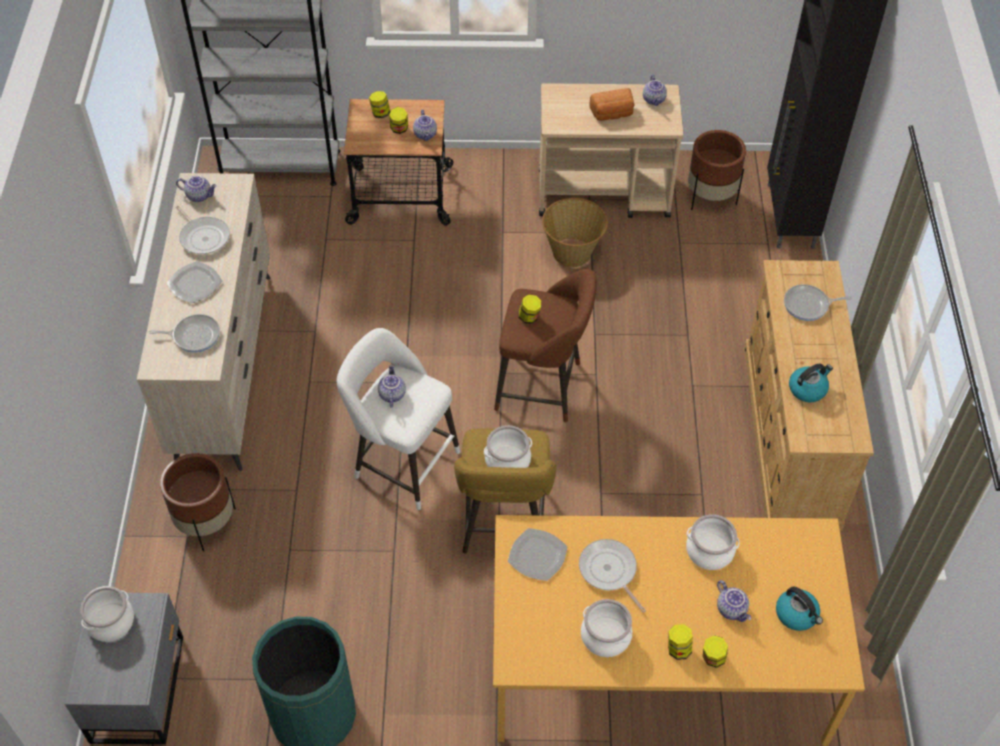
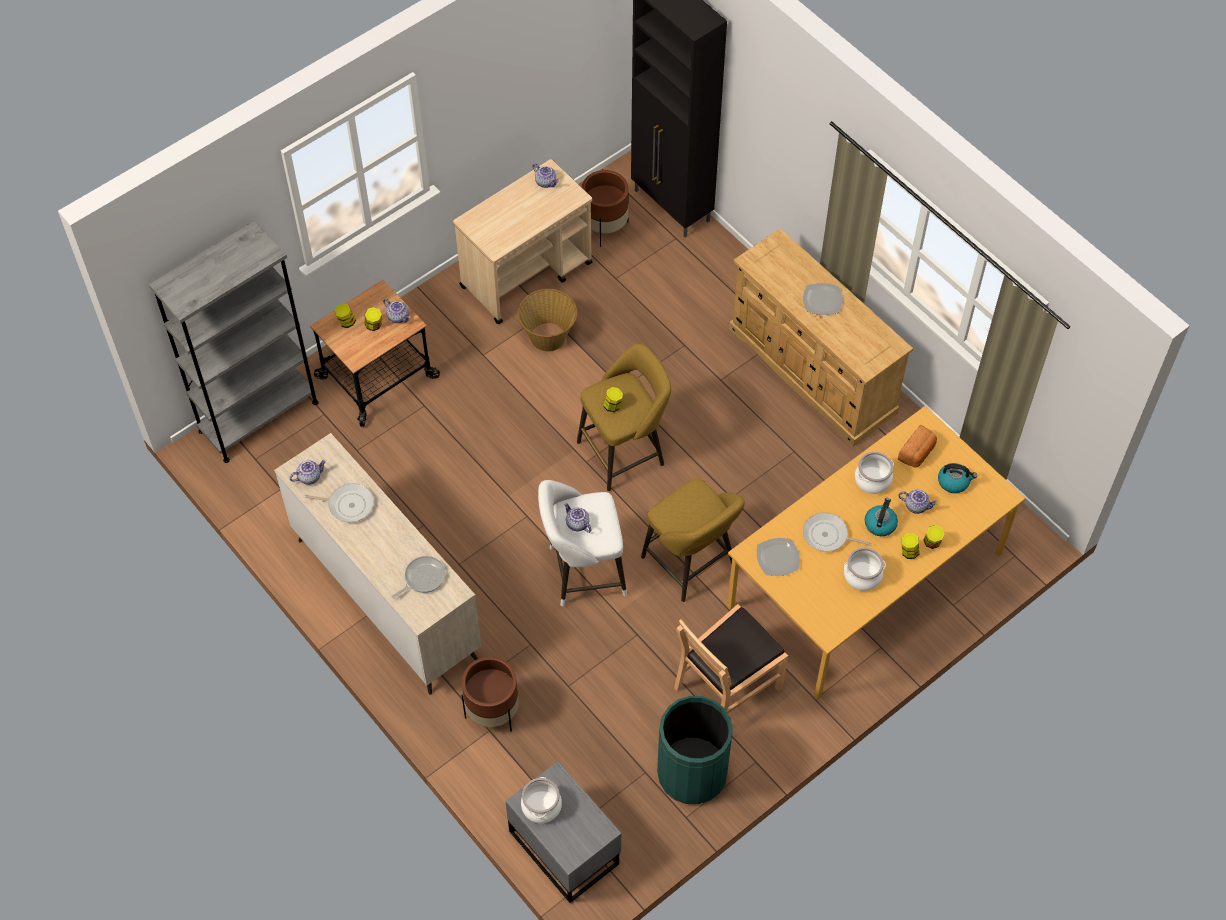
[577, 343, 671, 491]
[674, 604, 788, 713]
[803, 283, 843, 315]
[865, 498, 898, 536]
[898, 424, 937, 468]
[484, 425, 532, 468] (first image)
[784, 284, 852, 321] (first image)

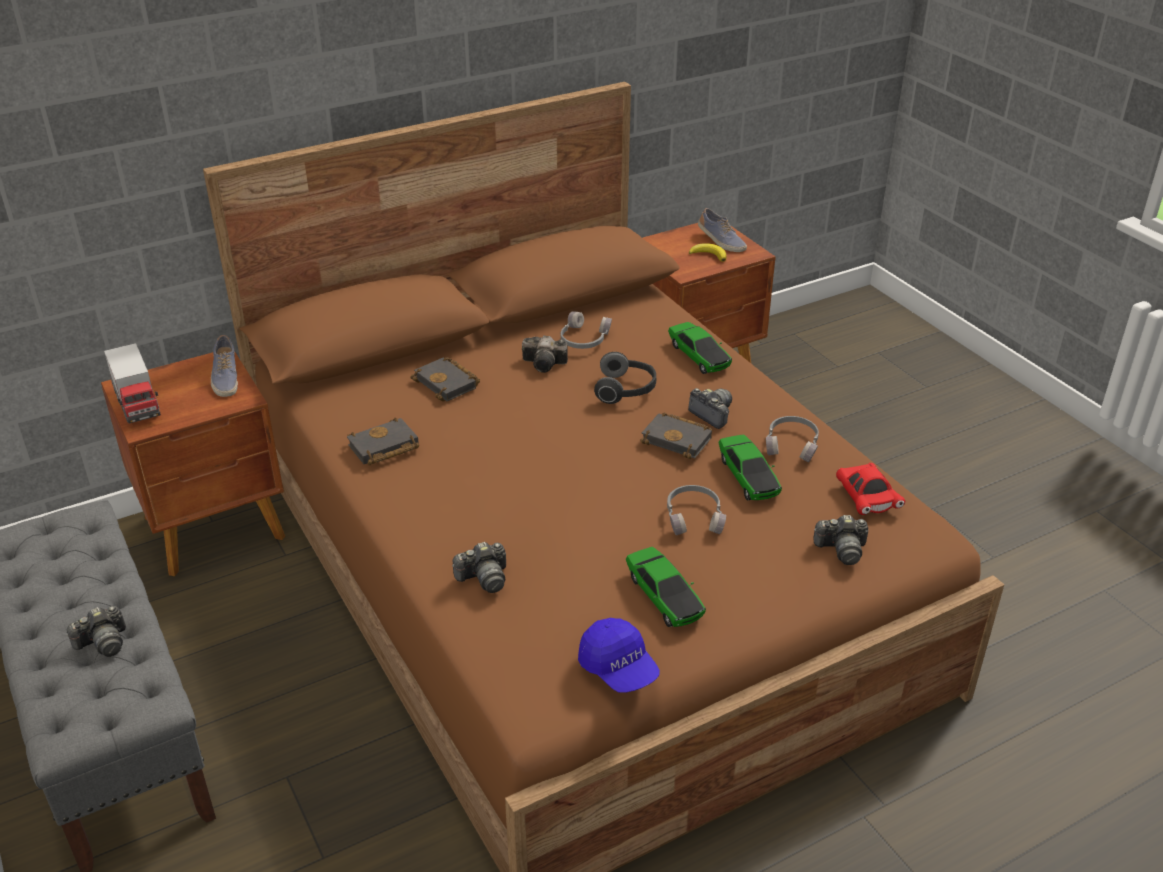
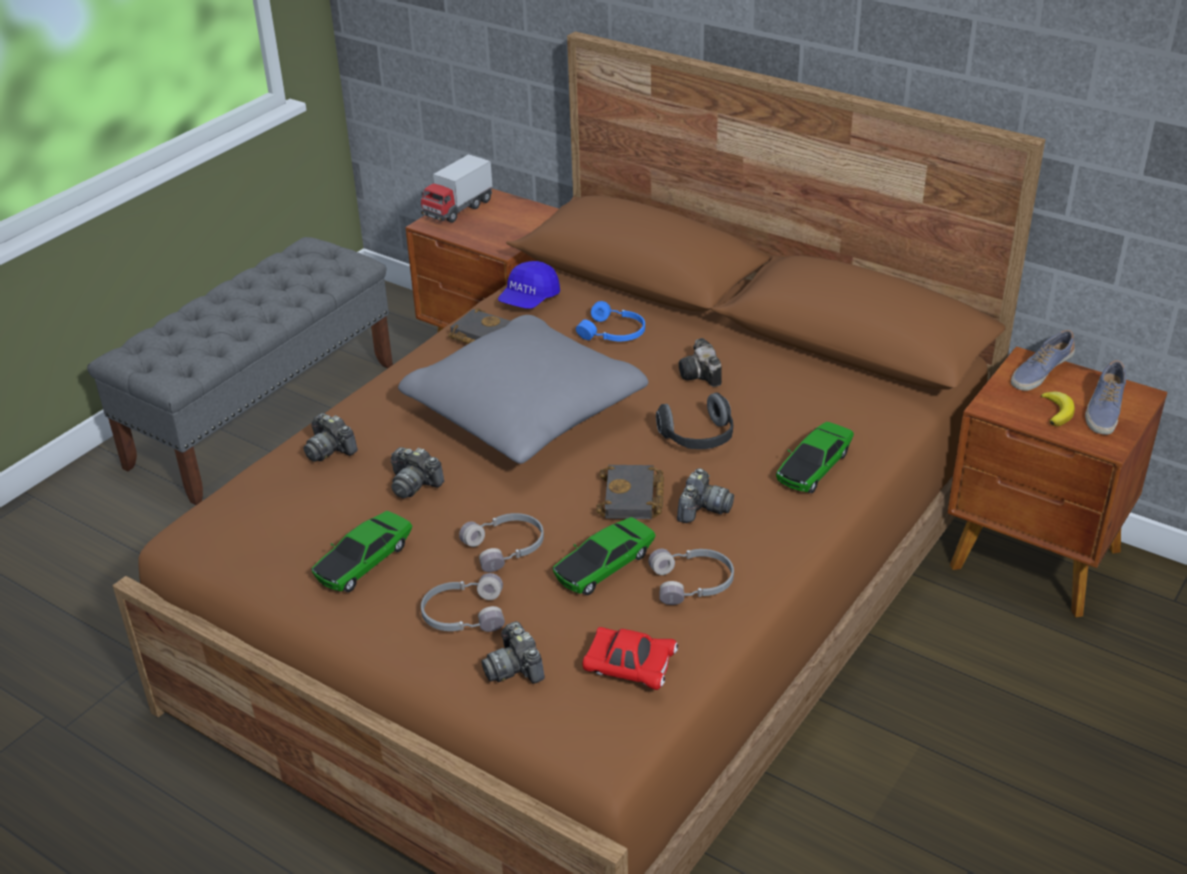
[391, 447, 444, 498]
[398, 315, 648, 464]
[421, 573, 505, 632]
[498, 261, 560, 309]
[576, 301, 645, 341]
[583, 627, 678, 690]
[1011, 330, 1075, 391]

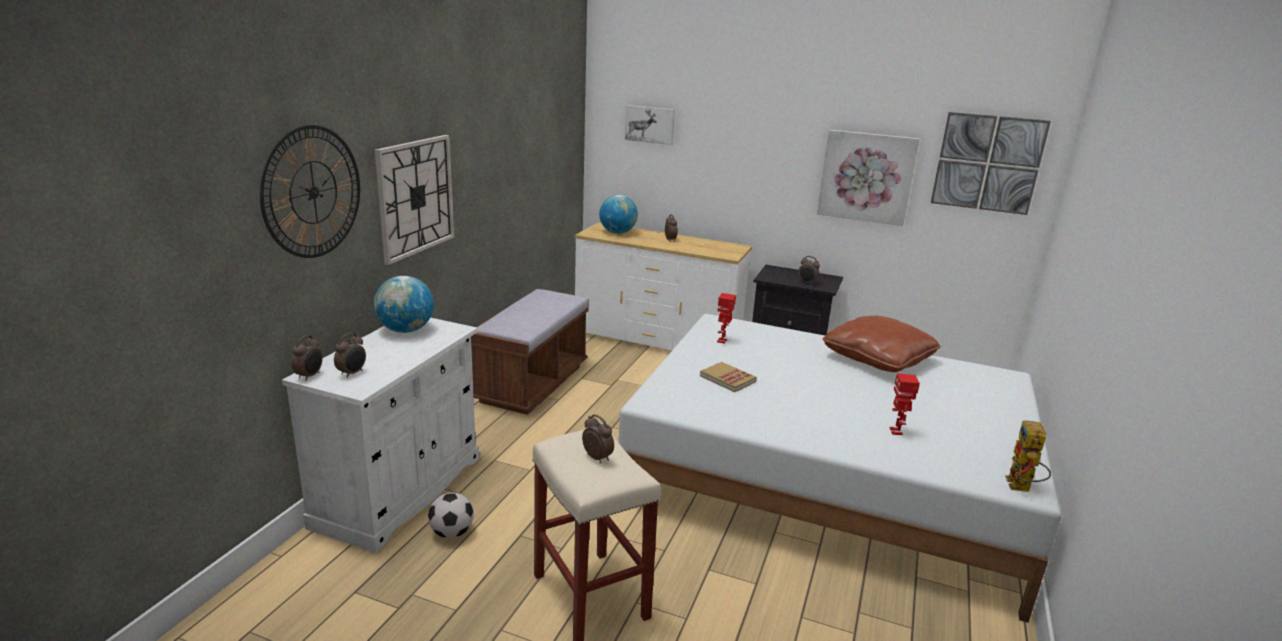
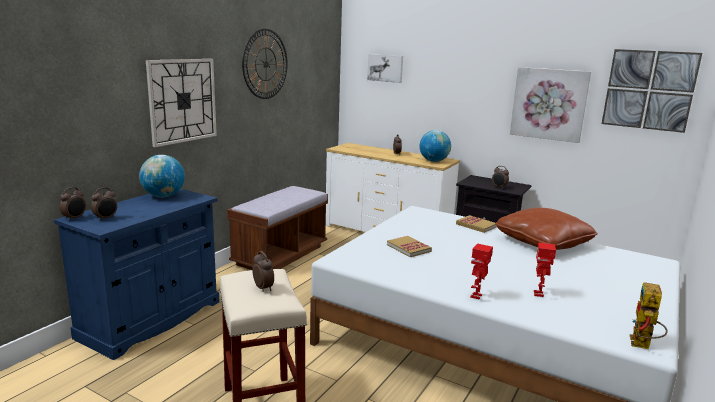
[54, 189, 220, 360]
[242, 29, 288, 99]
[420, 130, 451, 162]
[456, 215, 497, 233]
[470, 243, 493, 299]
[428, 493, 474, 538] (first image)

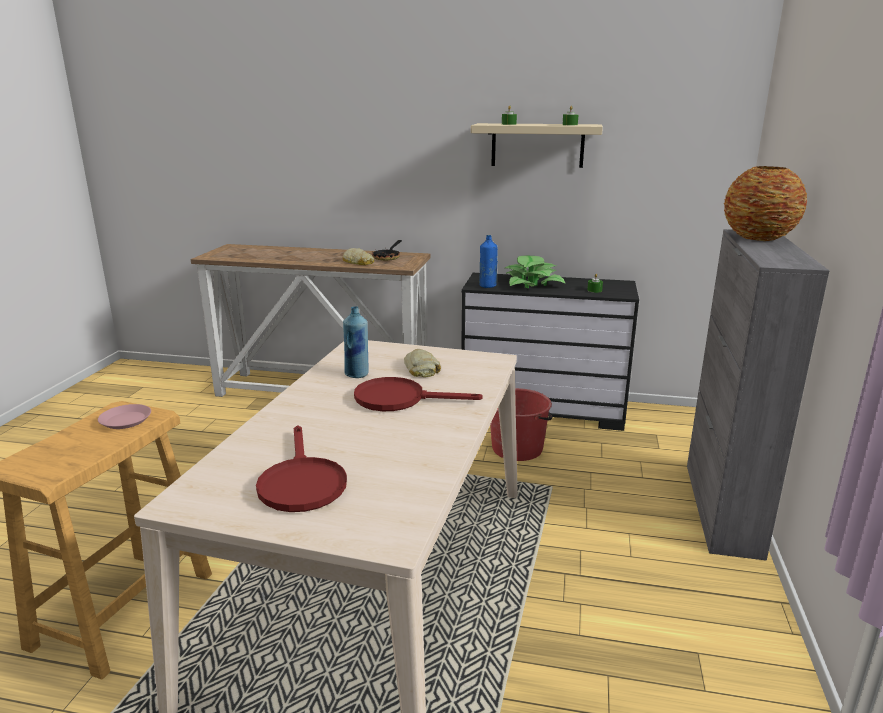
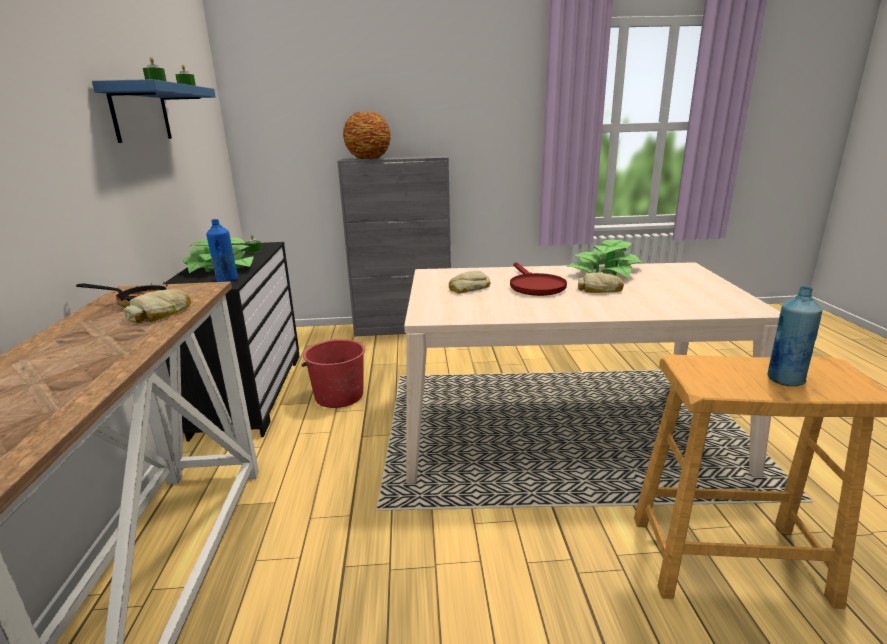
[92, 79, 216, 143]
[566, 239, 643, 278]
[578, 273, 624, 293]
[767, 286, 822, 386]
[98, 404, 151, 429] (first image)
[256, 425, 347, 512] (first image)

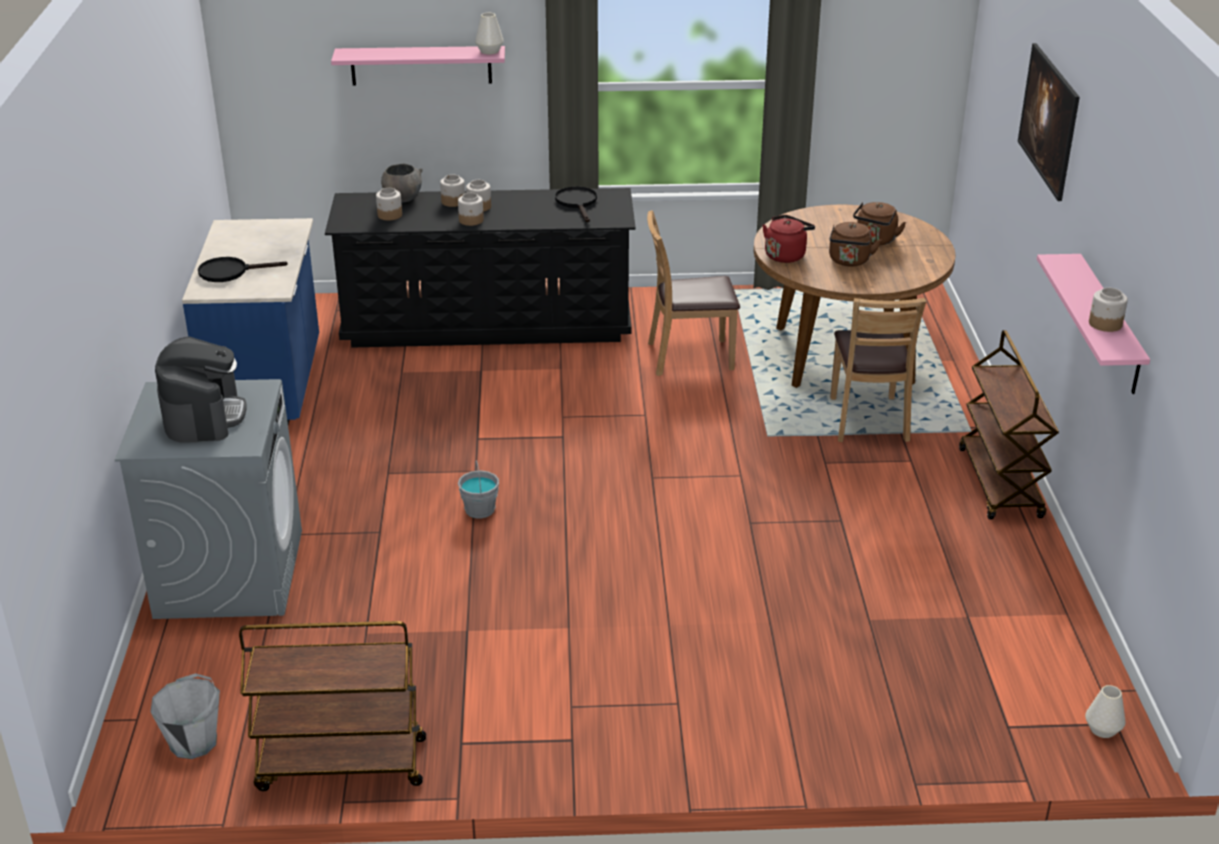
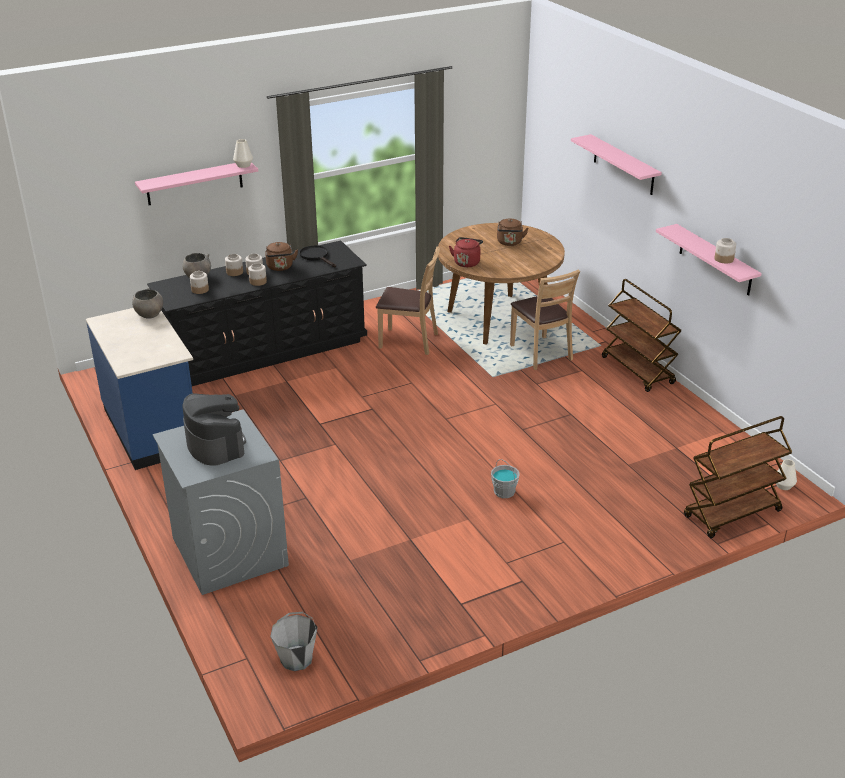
[132, 288, 163, 319]
[265, 242, 298, 271]
[376, 247, 440, 355]
[491, 459, 520, 498]
[571, 134, 662, 195]
[684, 416, 792, 538]
[198, 257, 288, 282] (first image)

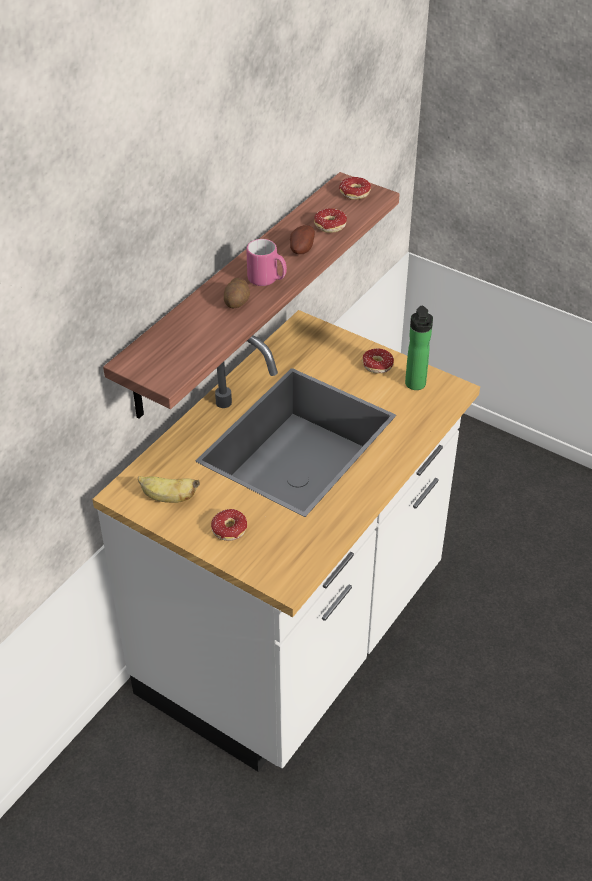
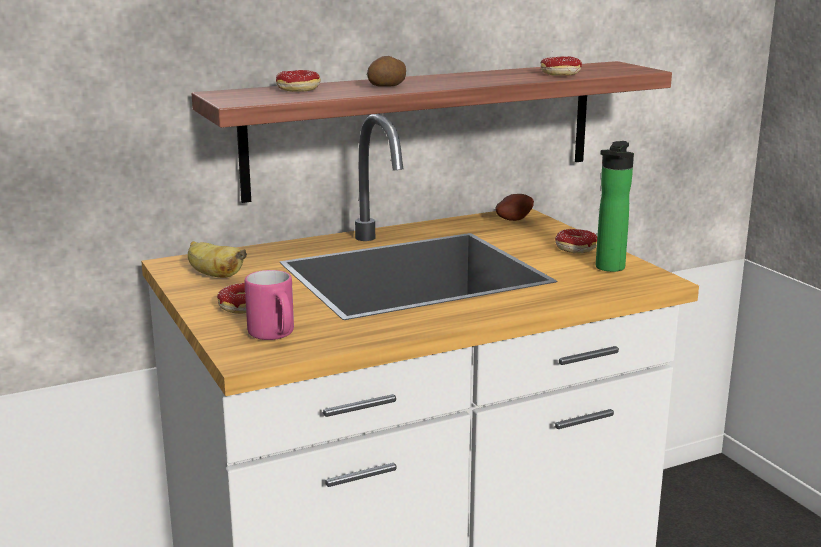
[245, 270, 294, 340]
[276, 70, 321, 92]
[495, 194, 534, 221]

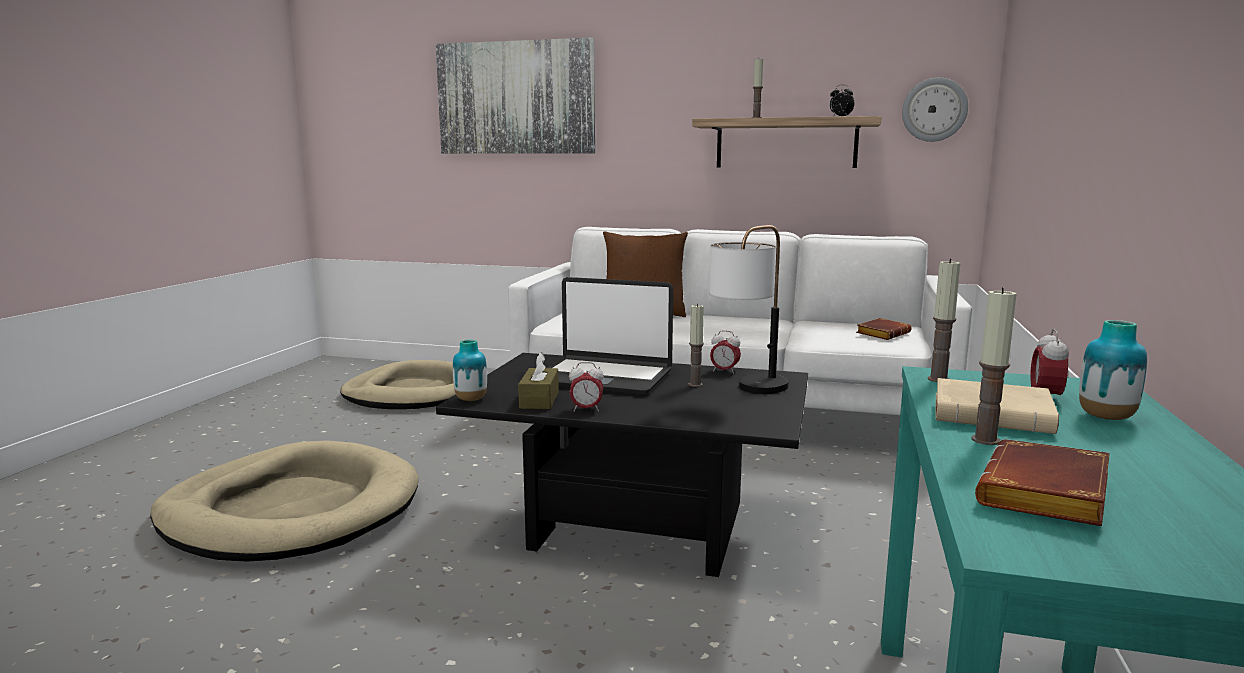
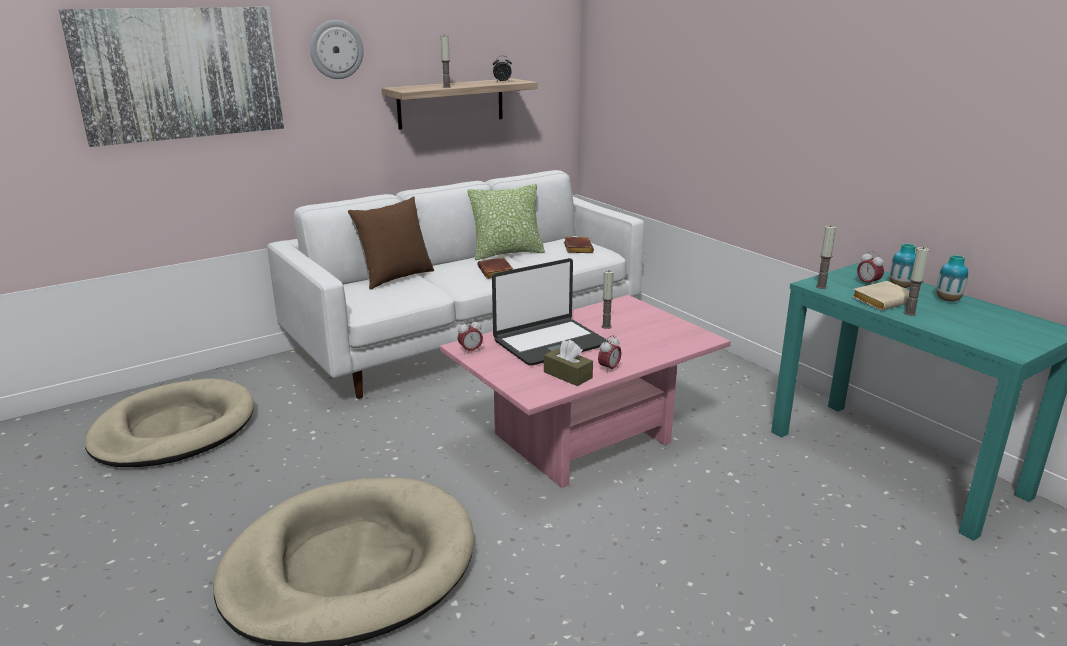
[310, 20, 364, 79]
[440, 295, 731, 488]
[458, 319, 483, 354]
[467, 184, 545, 260]
[477, 257, 513, 279]
[936, 255, 968, 301]
[709, 225, 789, 394] (first image)

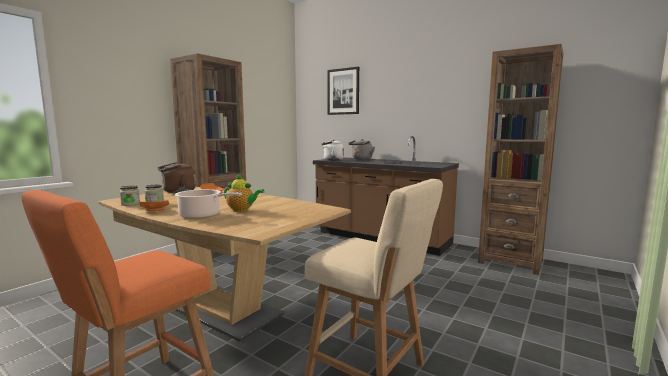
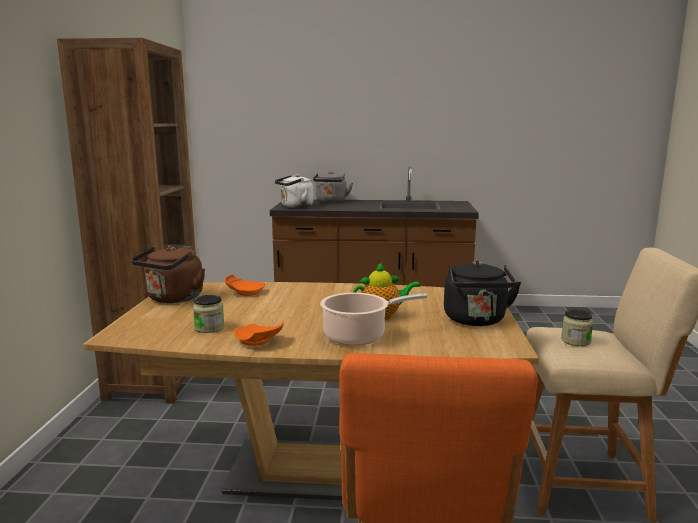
[444, 261, 521, 326]
[561, 309, 593, 346]
[327, 67, 359, 115] (first image)
[478, 44, 563, 275] (first image)

